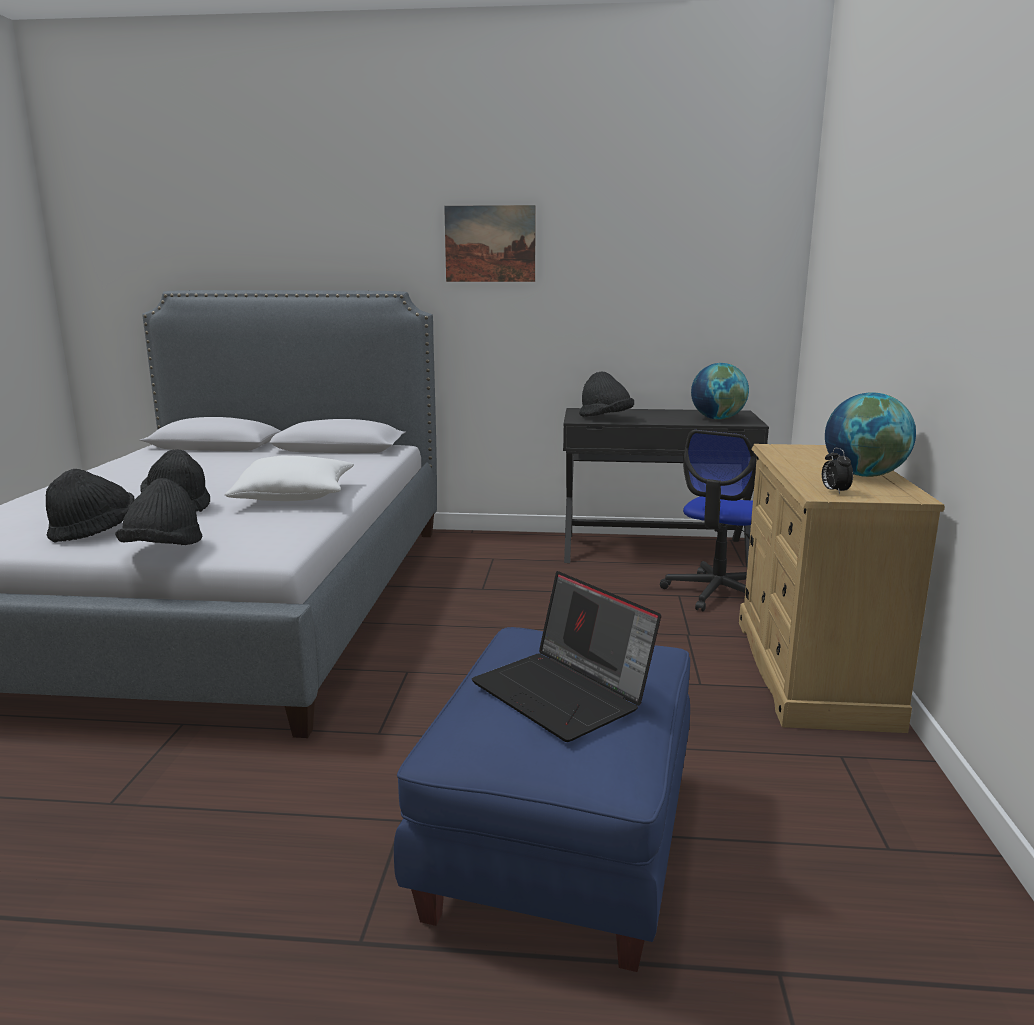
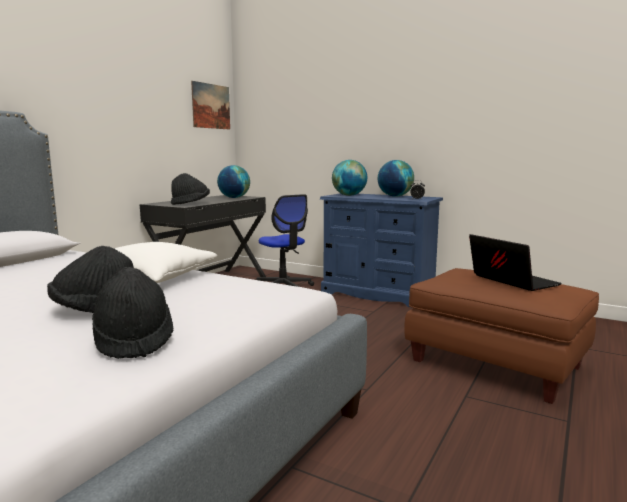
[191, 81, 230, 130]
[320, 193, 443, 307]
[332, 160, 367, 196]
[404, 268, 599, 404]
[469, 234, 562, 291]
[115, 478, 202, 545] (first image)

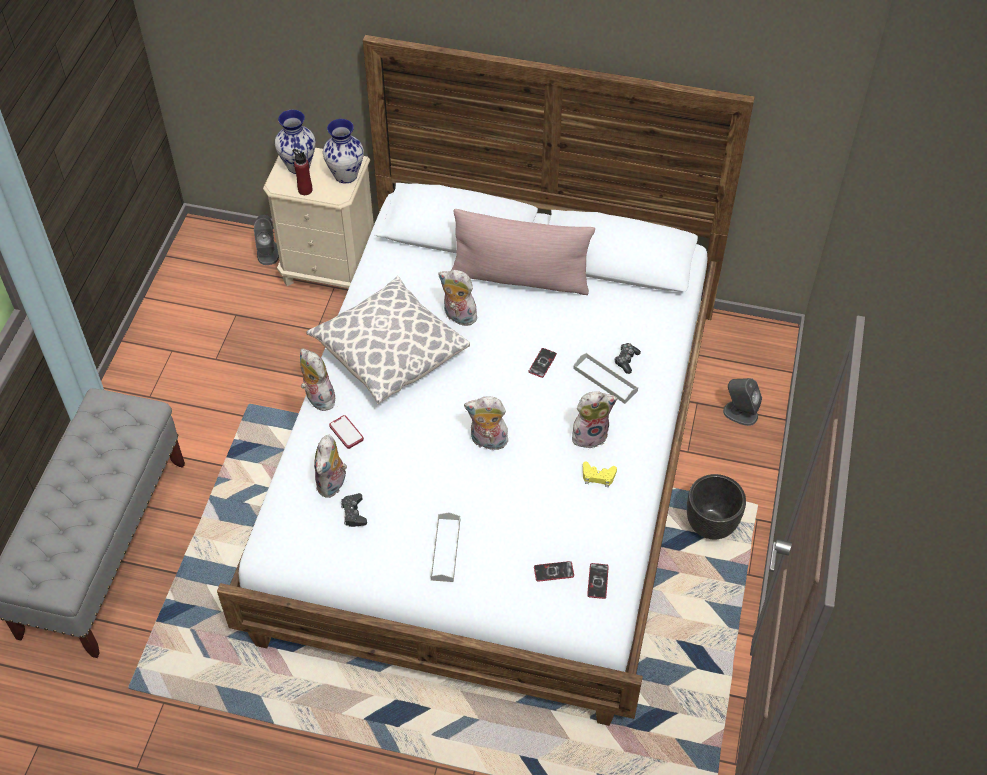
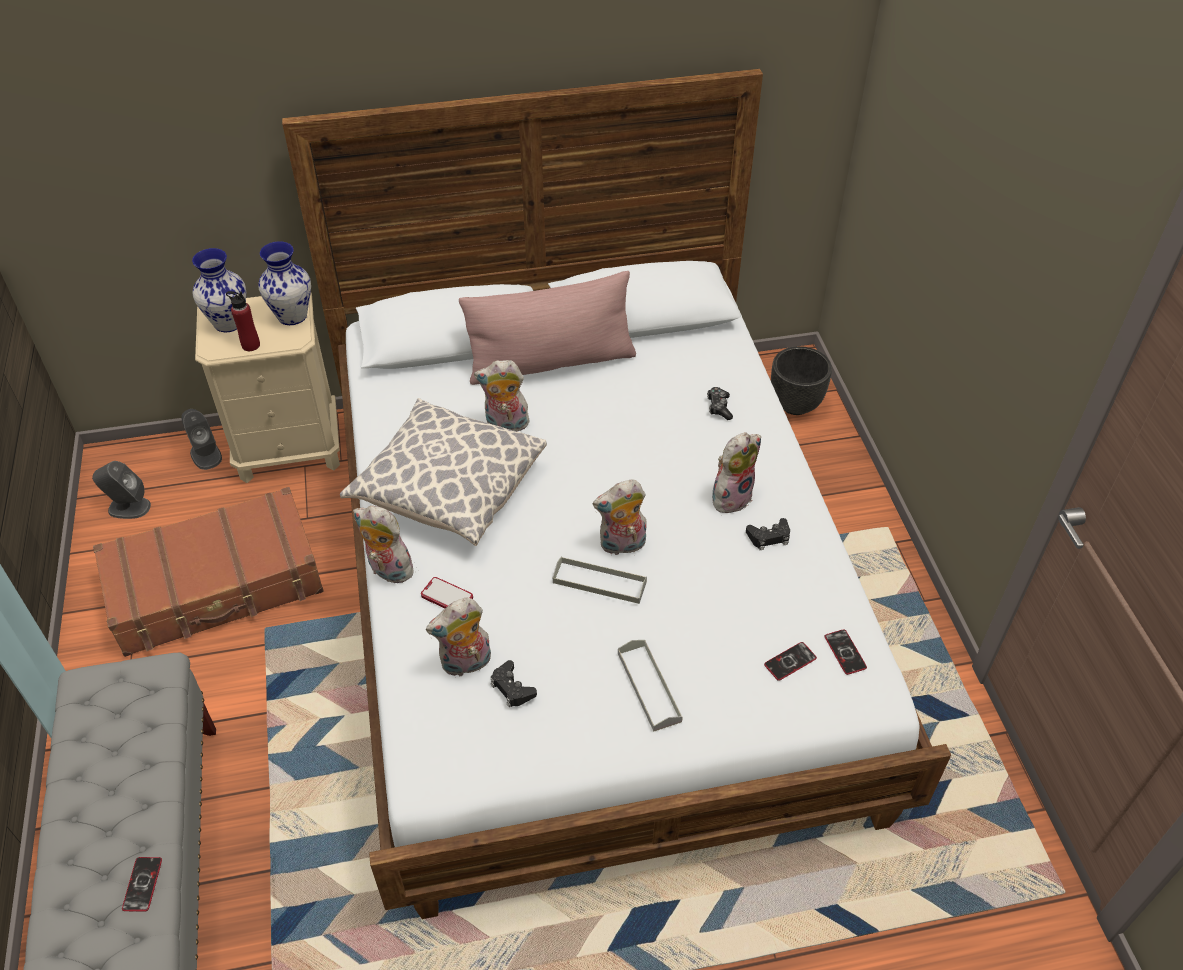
[92, 461, 151, 519]
[93, 487, 324, 657]
[122, 857, 162, 912]
[426, 598, 491, 676]
[553, 556, 647, 604]
[746, 518, 790, 550]
[771, 346, 832, 415]

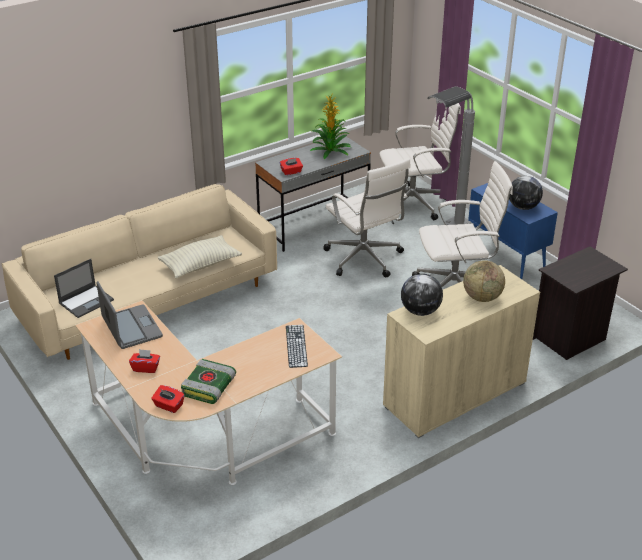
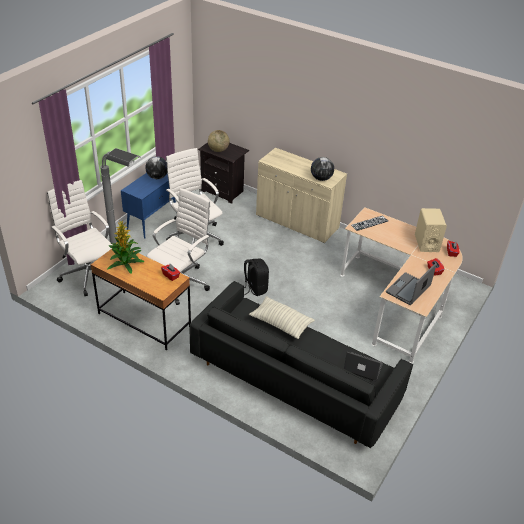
[91, 244, 191, 350]
[189, 281, 413, 448]
[208, 130, 229, 152]
[244, 259, 269, 296]
[415, 208, 447, 252]

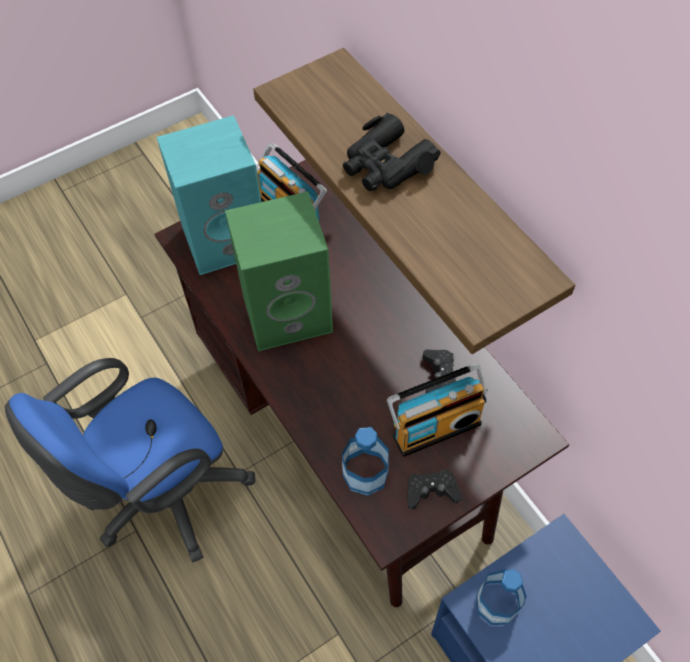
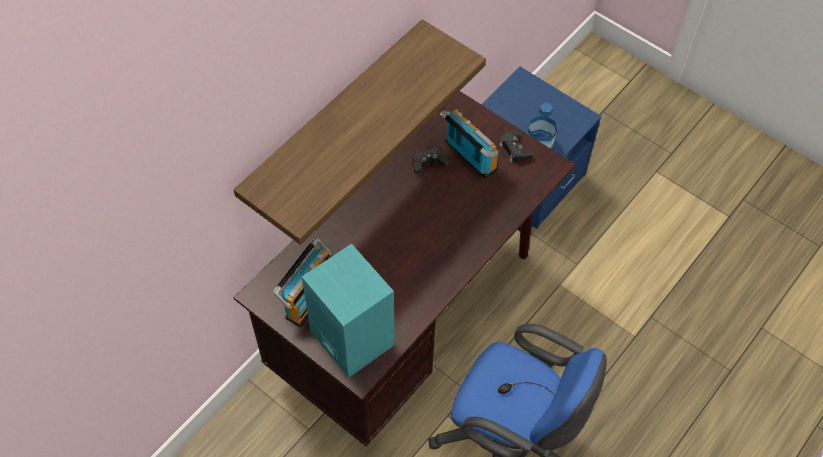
[225, 192, 333, 351] (first image)
[342, 427, 389, 496] (first image)
[343, 113, 441, 191] (first image)

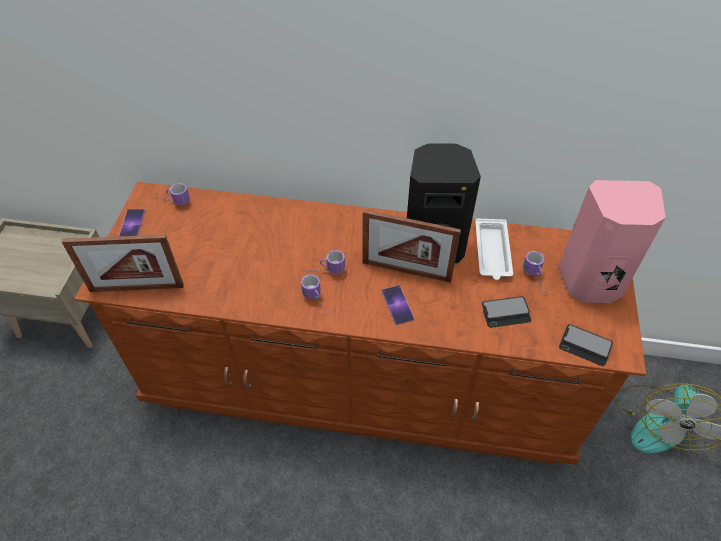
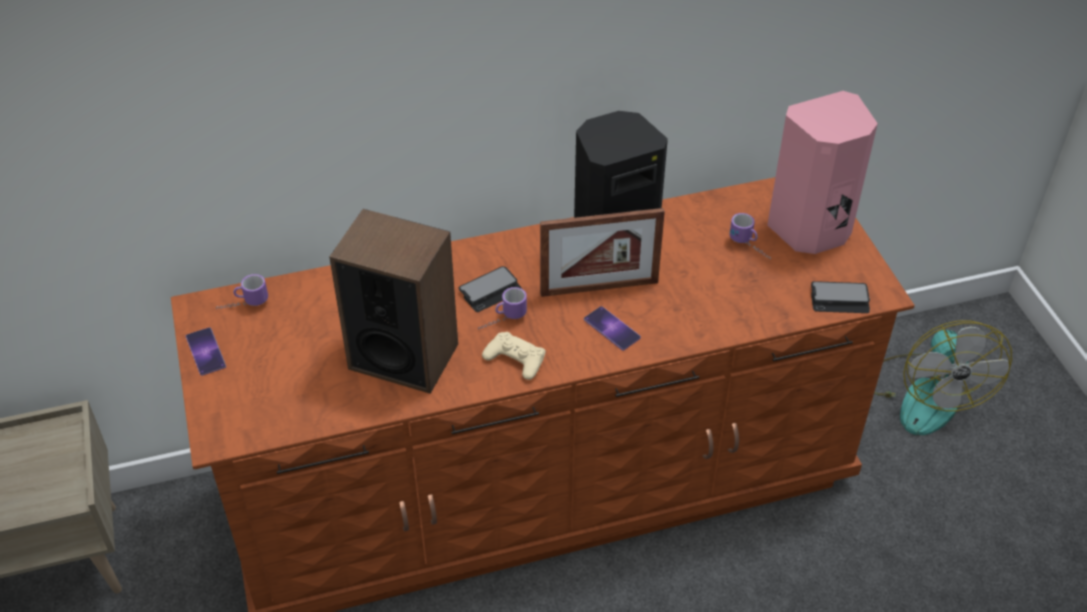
[329, 209, 458, 394]
[459, 266, 522, 312]
[482, 332, 546, 380]
[62, 235, 184, 292] (first image)
[475, 219, 513, 280] (first image)

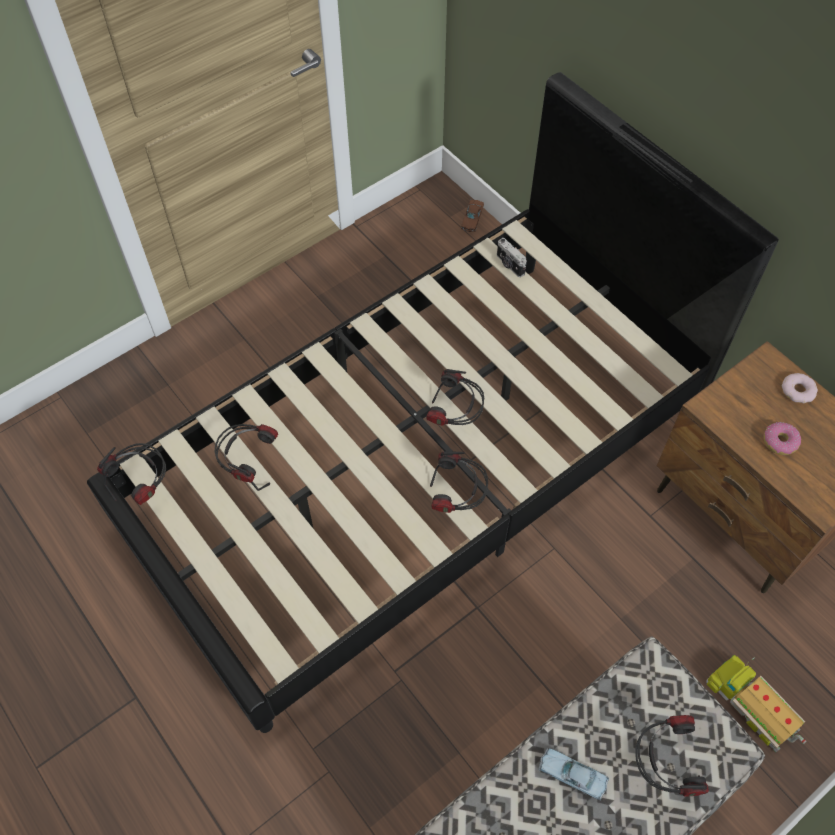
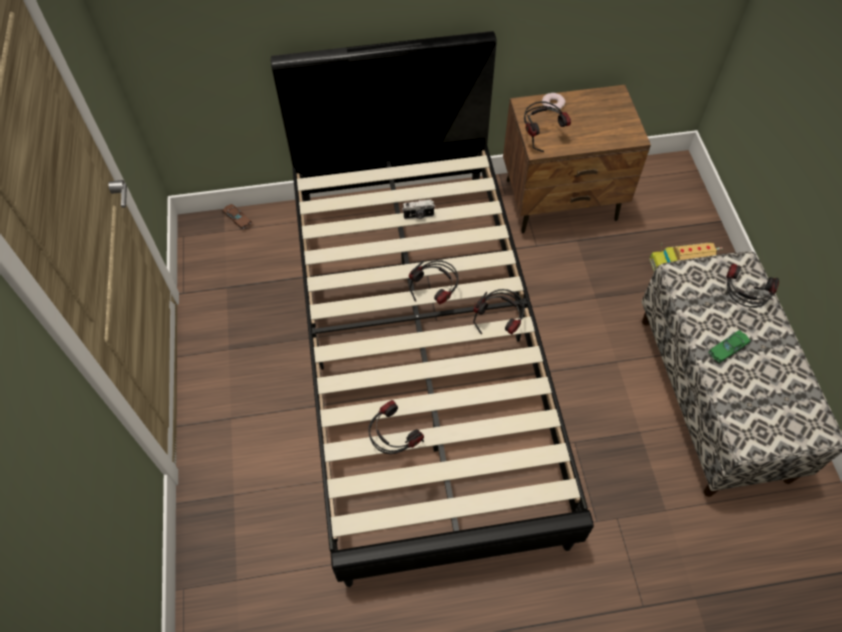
[402, 200, 435, 219]
[524, 101, 571, 152]
[709, 330, 752, 363]
[764, 422, 801, 455] (first image)

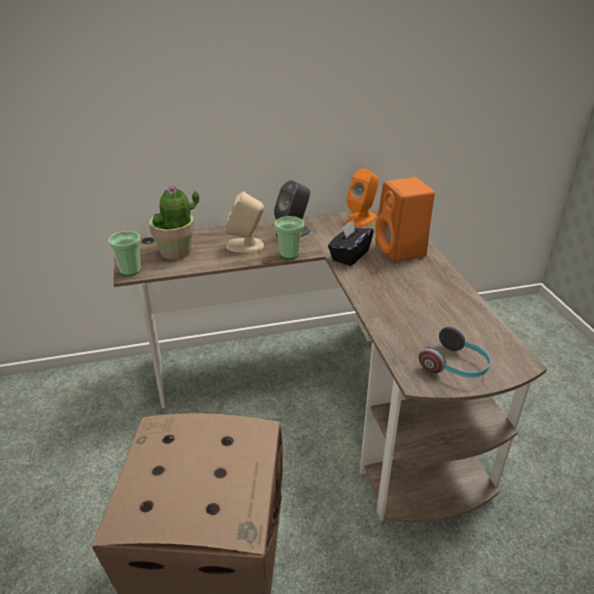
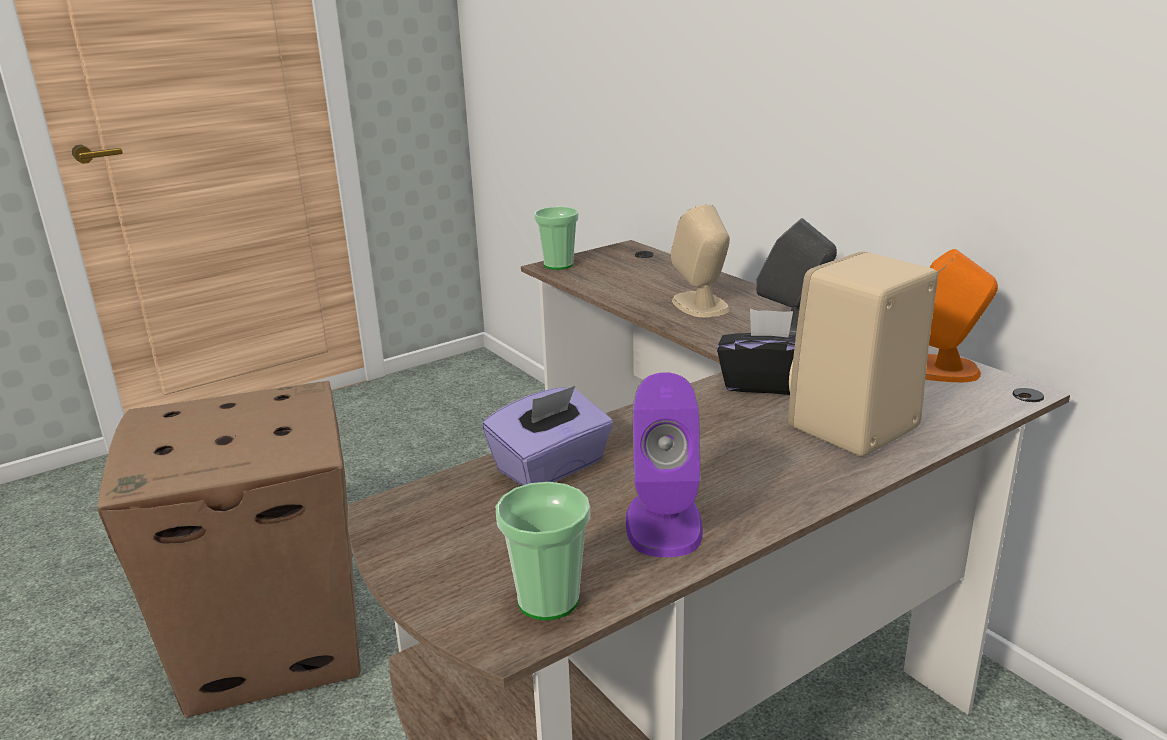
[482, 386, 613, 486]
[496, 482, 590, 620]
[626, 372, 703, 557]
[788, 252, 938, 457]
[149, 186, 199, 260] (first image)
[418, 326, 491, 378] (first image)

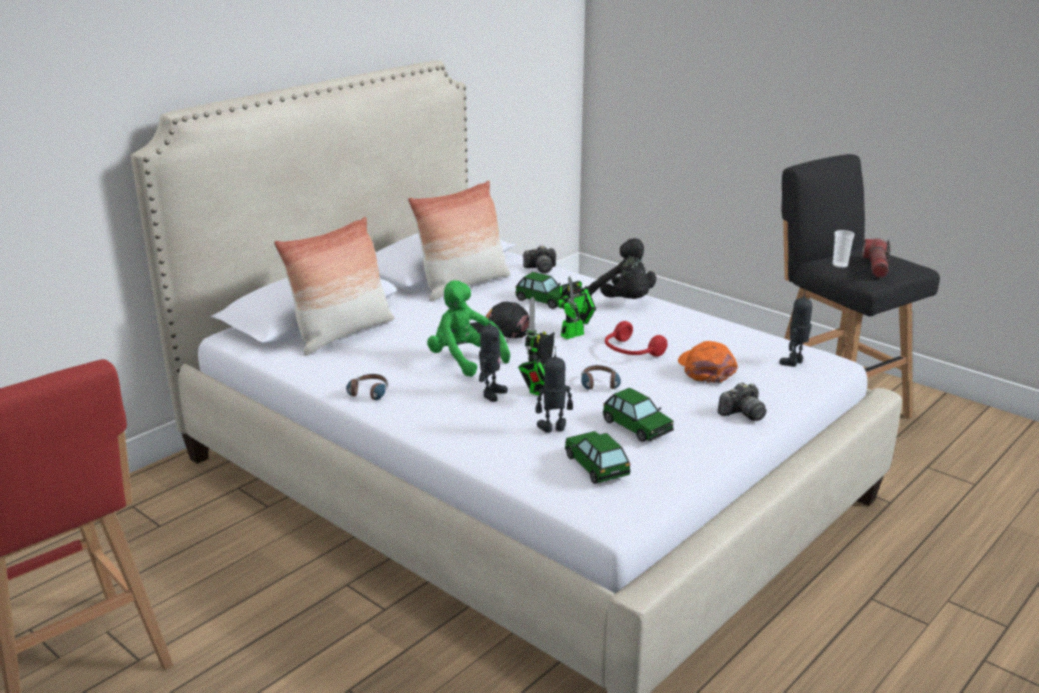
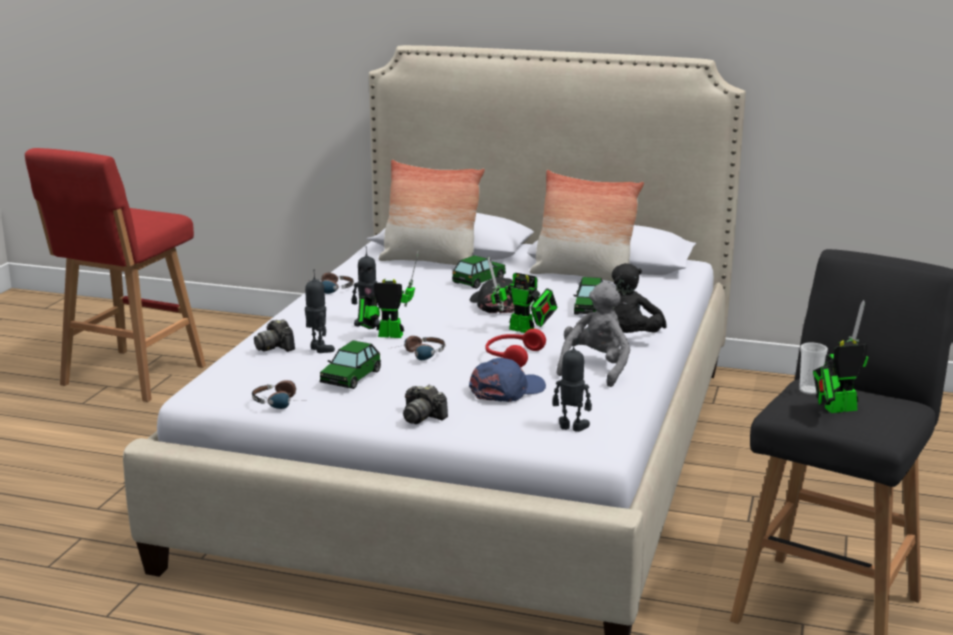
[252, 380, 297, 409]
[254, 319, 295, 352]
[452, 255, 506, 289]
[469, 358, 546, 402]
[556, 282, 630, 387]
[813, 300, 869, 413]
[427, 280, 510, 377] (first image)

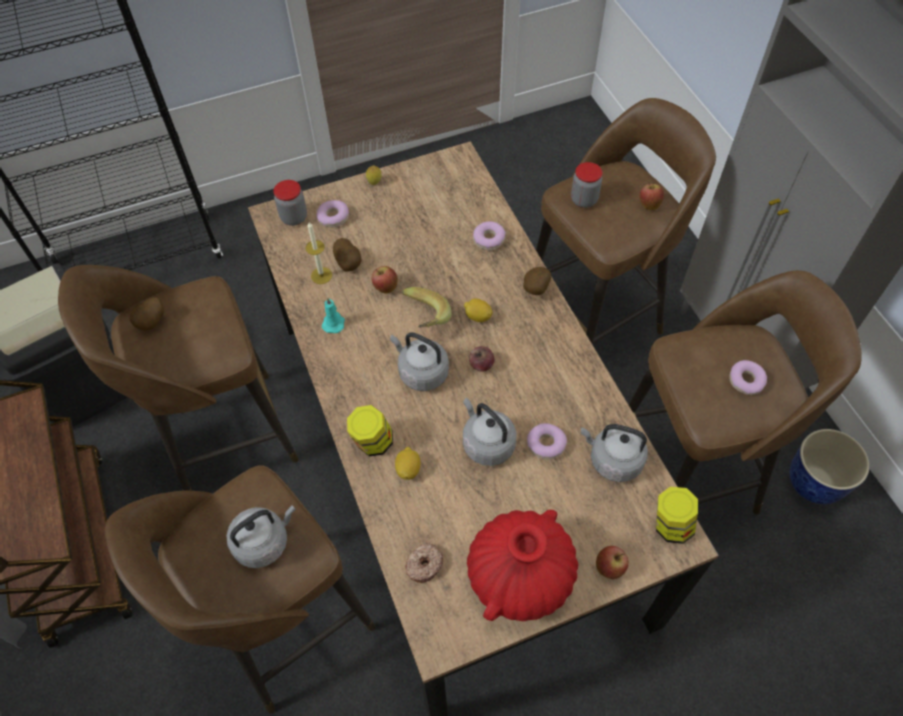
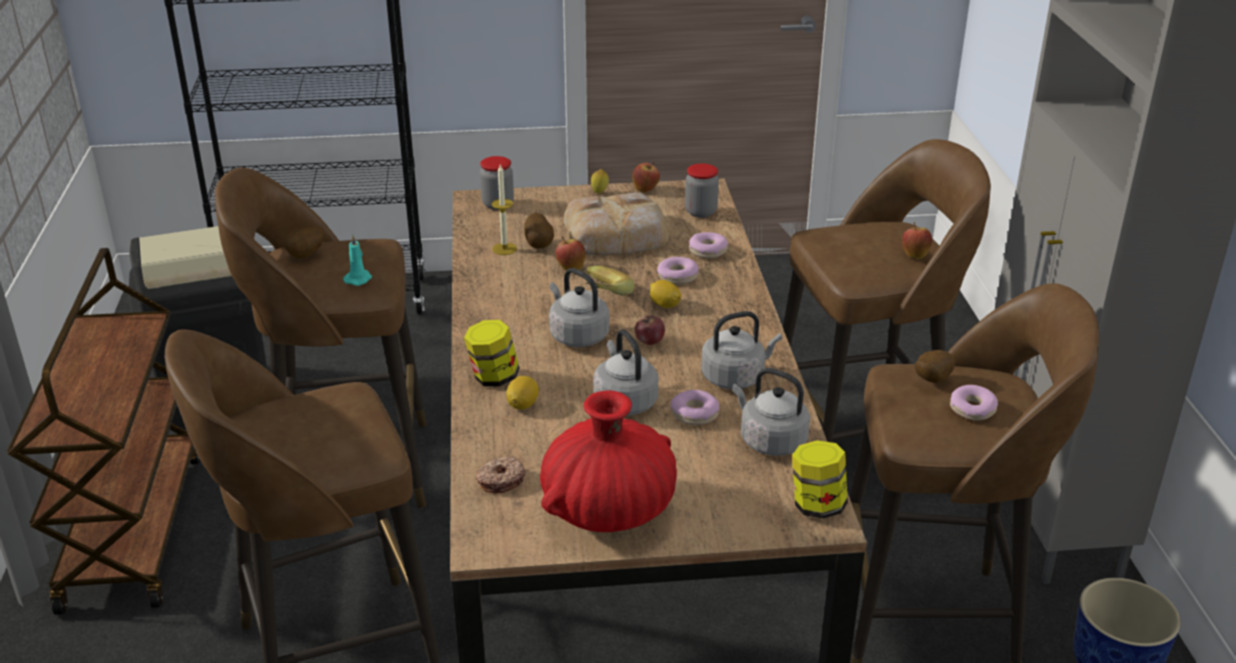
[343, 235, 372, 286]
[564, 193, 669, 256]
[632, 162, 660, 192]
[657, 257, 699, 284]
[685, 163, 719, 218]
[701, 311, 782, 389]
[915, 350, 955, 383]

